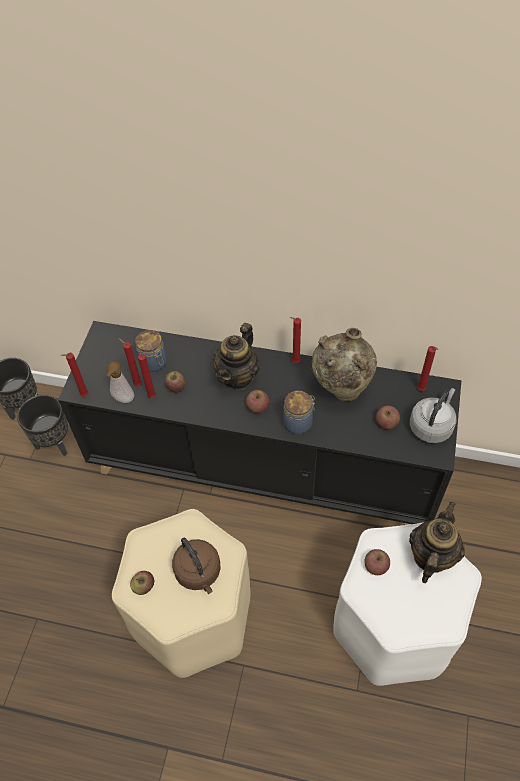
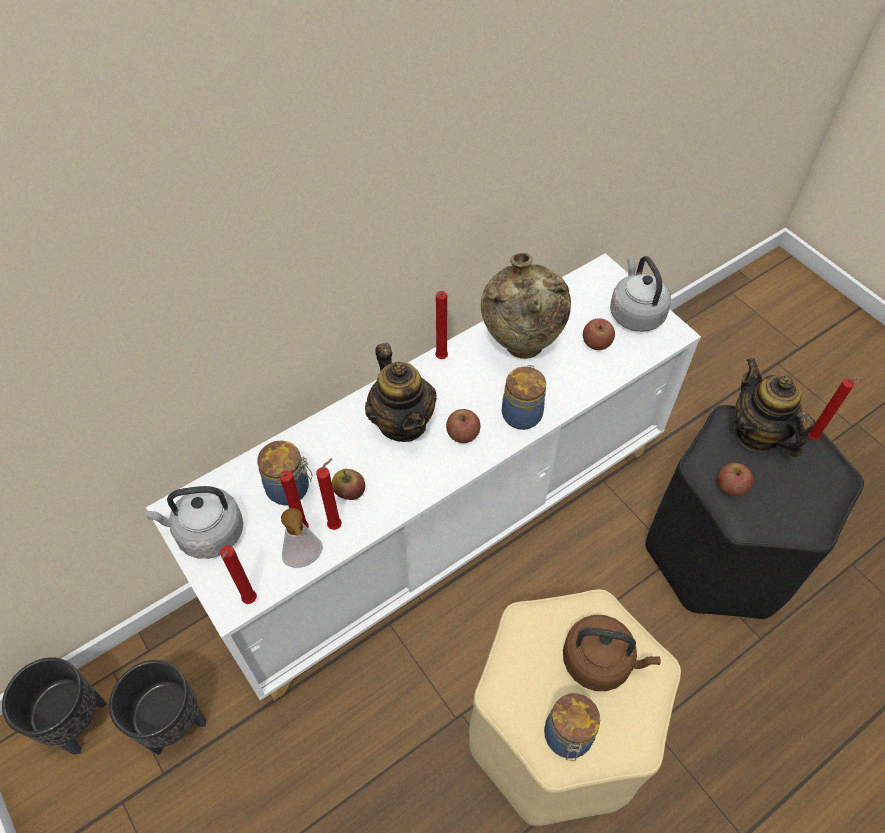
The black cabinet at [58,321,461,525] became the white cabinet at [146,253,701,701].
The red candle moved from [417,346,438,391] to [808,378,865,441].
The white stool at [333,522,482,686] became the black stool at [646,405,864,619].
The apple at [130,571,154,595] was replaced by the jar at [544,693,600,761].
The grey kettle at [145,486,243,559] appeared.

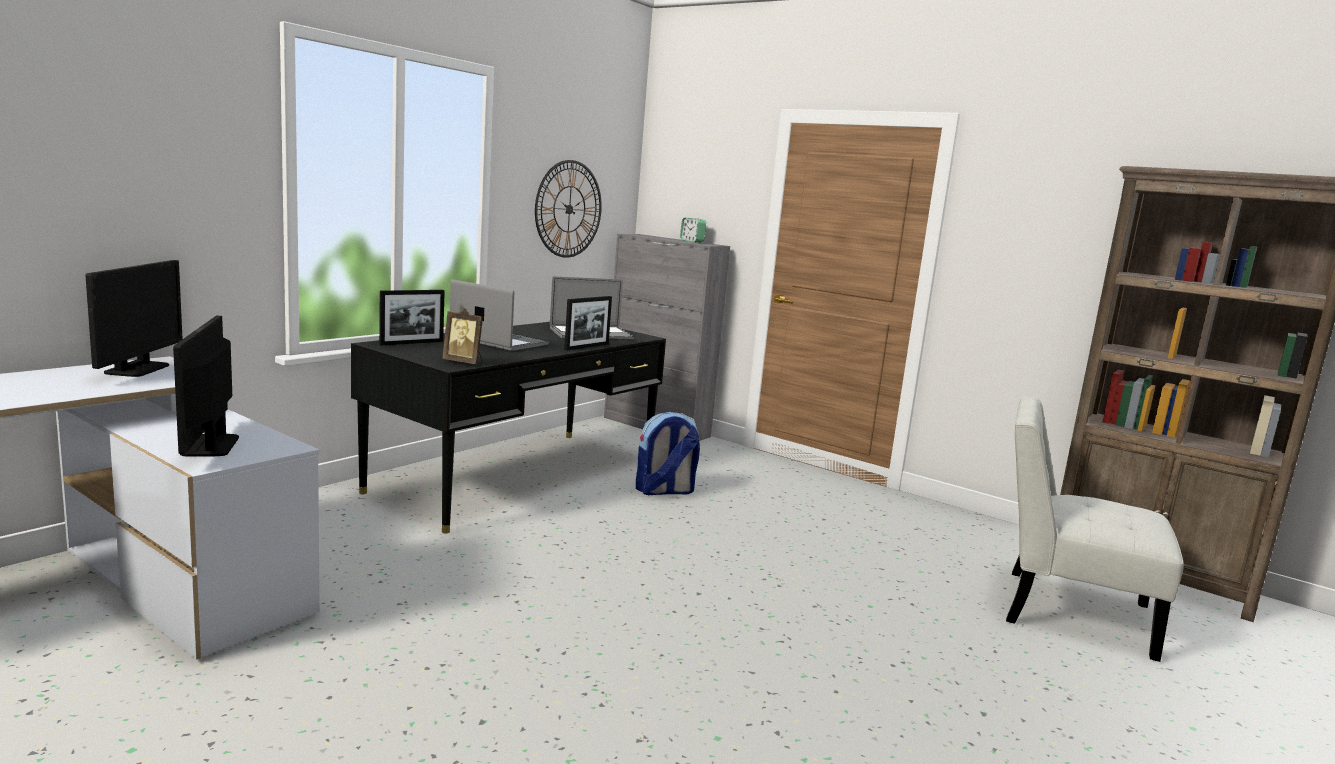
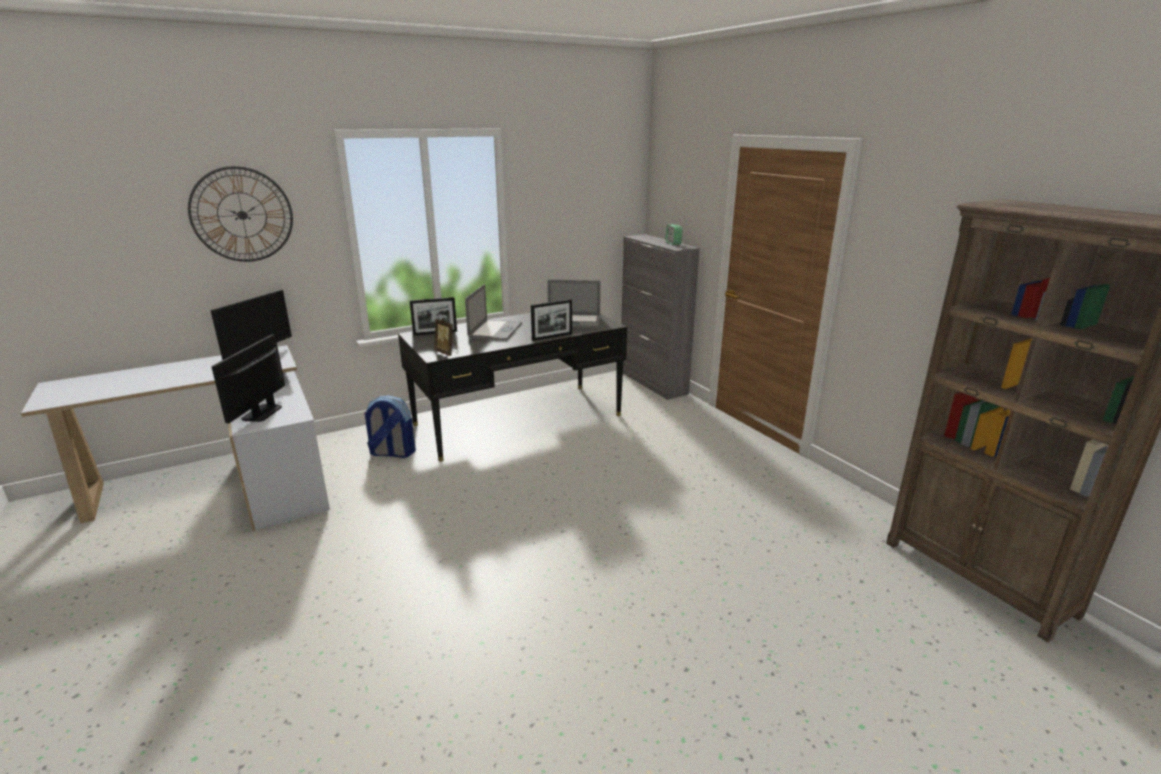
The wall clock moved from [535,160,602,258] to [188,166,293,262].
The laptop at [450,279,549,351] turned 45 degrees clockwise.
The white chair at [1006,396,1184,662] disappeared.
The backpack moved from [636,412,700,495] to [364,395,416,458].

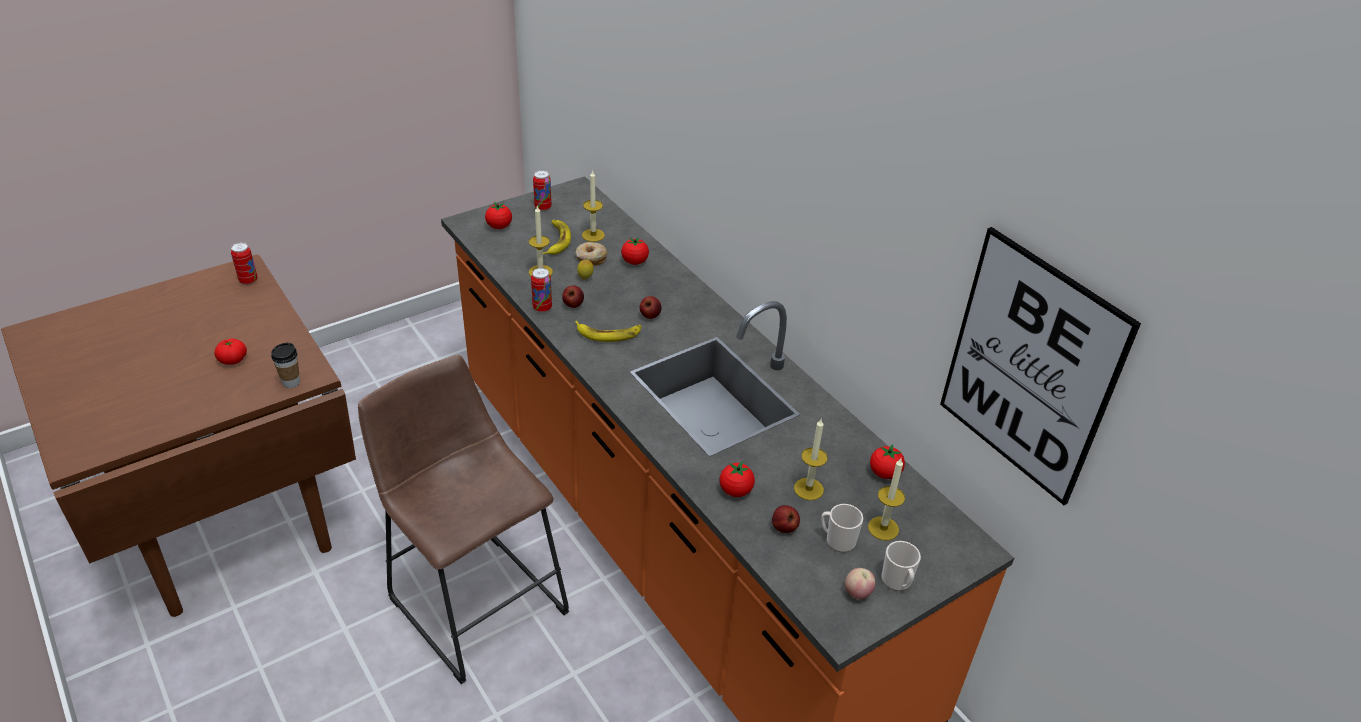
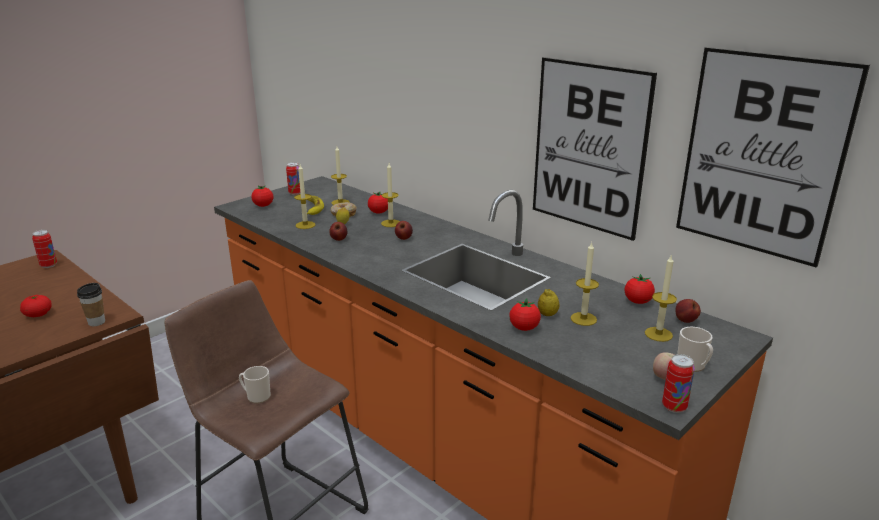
The can moved from [531,268,552,313] to [662,354,695,413].
The banana at [575,321,642,342] disappeared.
The mug moved from [821,504,863,553] to [239,366,271,404].
The apple moved from [772,505,800,533] to [676,299,701,323].
The picture at [533,57,657,241] appeared.
The candle at [381,163,400,227] appeared.
The lemon at [538,289,559,316] appeared.

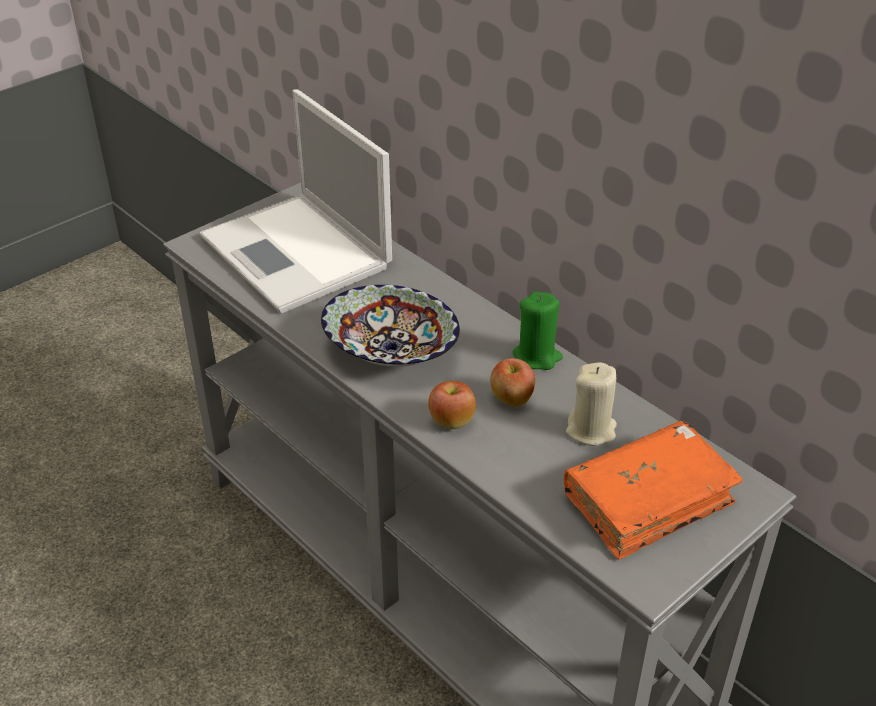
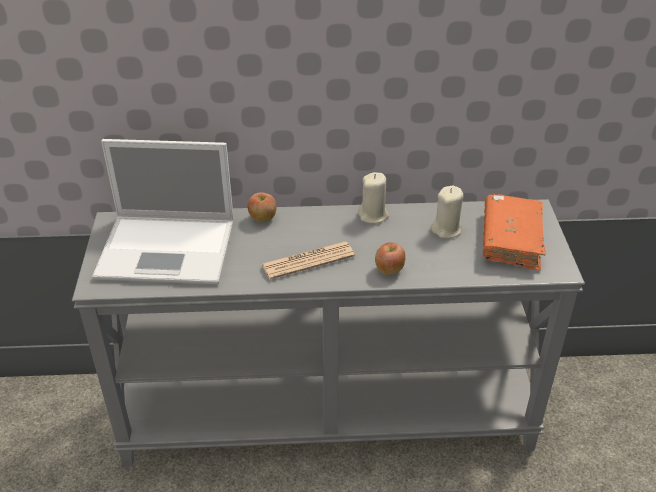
The bowl at [321,285,460,367] was replaced by the newspaper at [261,241,355,279].
The green candle at [513,292,563,370] became the beige candle at [358,172,389,224].
The apple moved from [490,358,535,407] to [248,192,277,222].

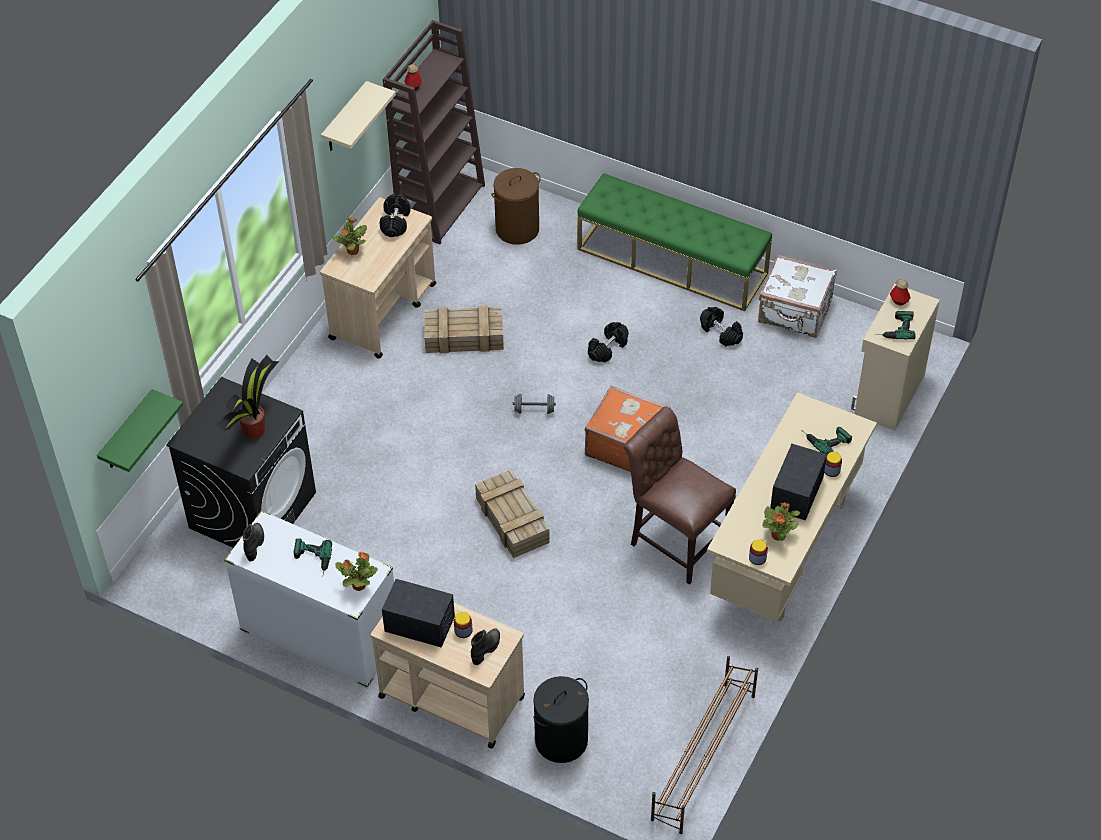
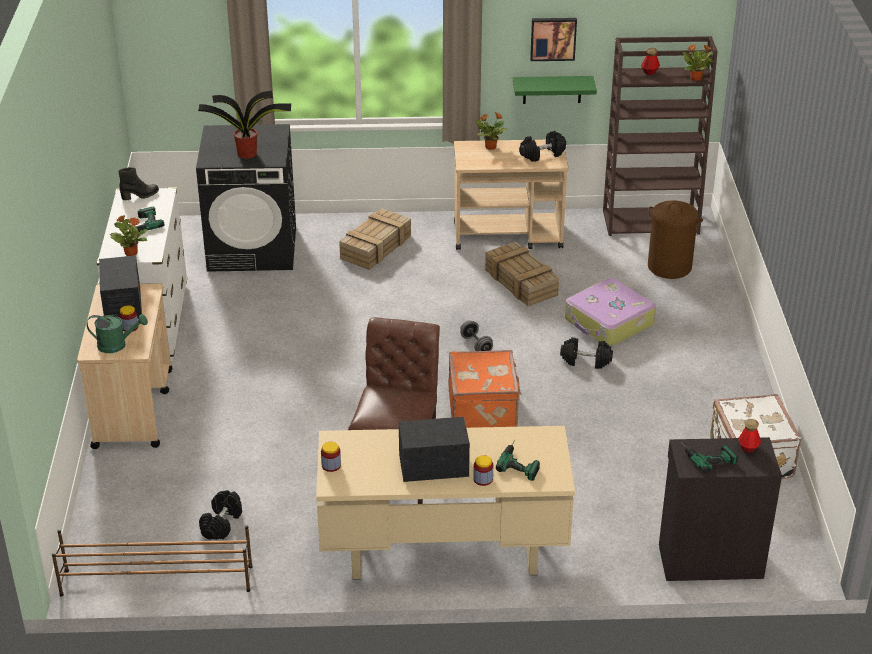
The beige shelf at [321,81,396,151] was replaced by the picture at [530,18,577,61].
The green bench at [577,173,772,311] disappeared.
The beige cabinet at [851,284,940,431] became the black cabinet at [659,437,782,581].
The black dumbbell moved from [700,307,743,346] to [199,490,242,540].
The green shelf moved from [97,389,183,472] to [513,76,597,104].
The crate moved from [475,470,550,558] to [339,209,411,270].
The potted plant moved from [762,502,800,541] to [682,44,714,81].
The black boot at [471,628,500,665] was replaced by the green watering can at [87,314,148,353].
The black laundry basket at [533,676,589,763] disappeared.
The suitcase at [565,278,656,347] appeared.

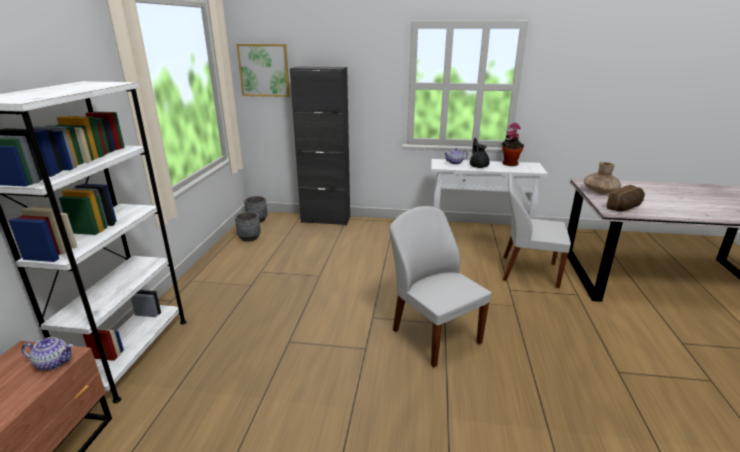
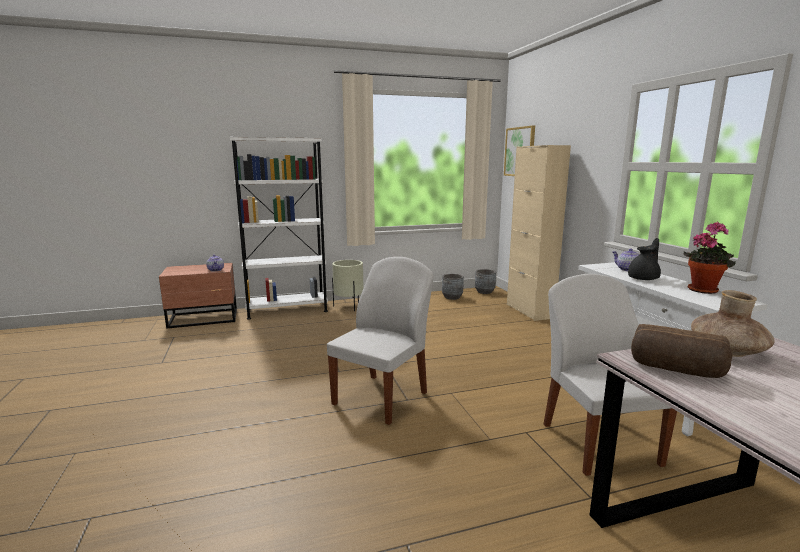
The black cabinet at [290,66,350,225] became the beige cabinet at [507,145,571,321].
The beige planter at [332,260,364,311] appeared.

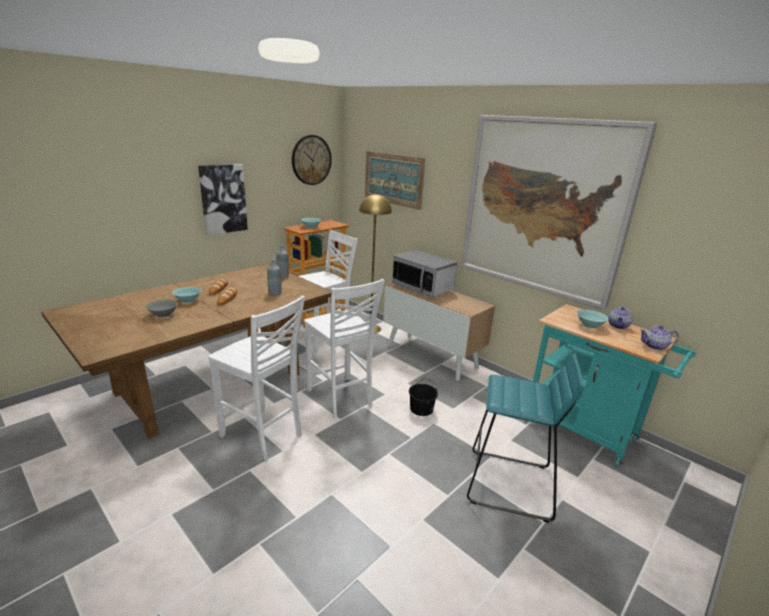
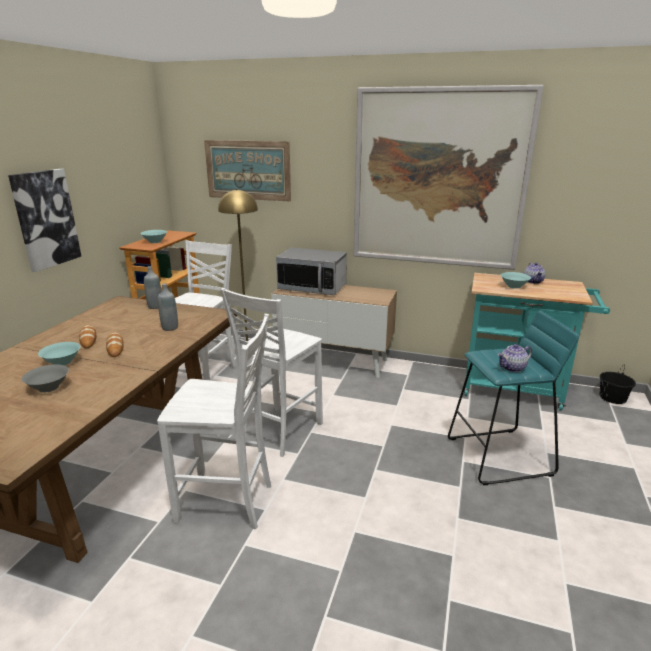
The wall clock at [292,135,332,185] disappeared.
The white chair at [304,279,385,419] turned 90 degrees clockwise.
The teapot moved from [640,325,679,350] to [498,344,532,372].
The black bucket moved from [409,379,438,416] to [599,364,636,404].

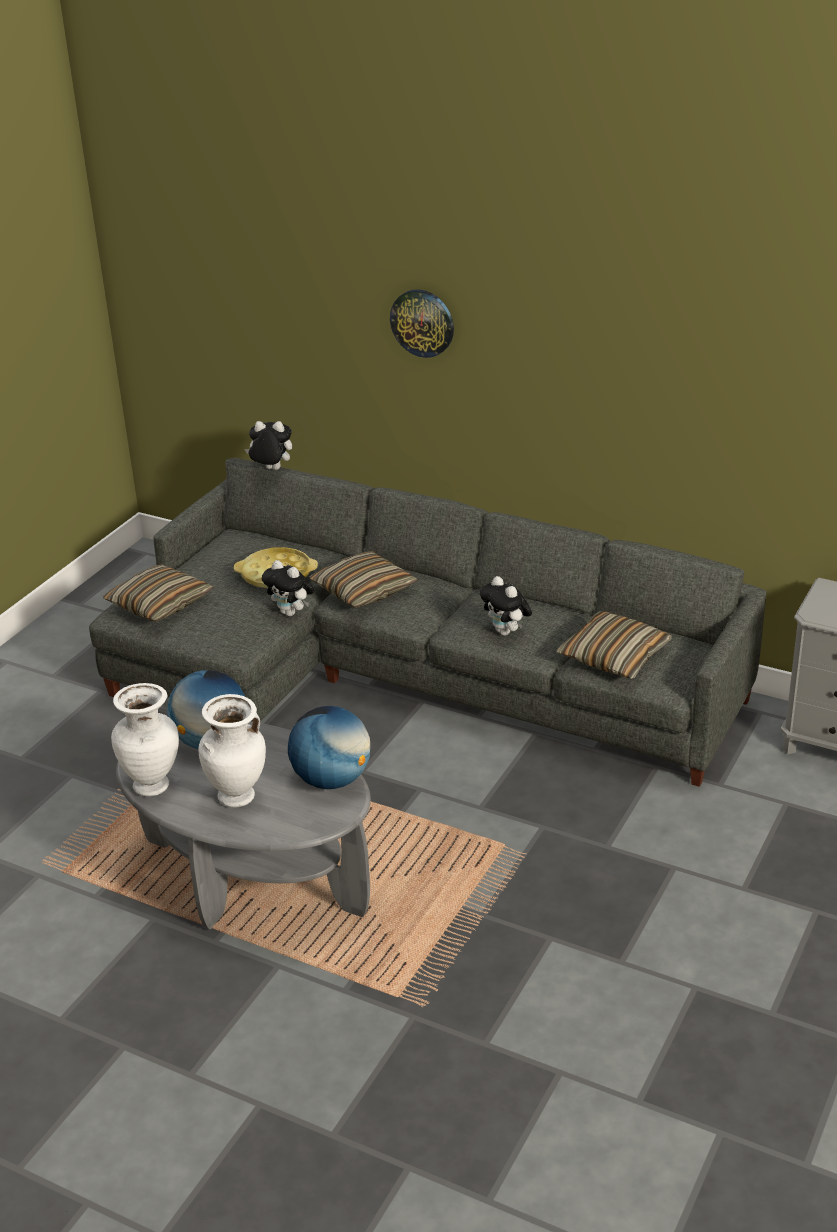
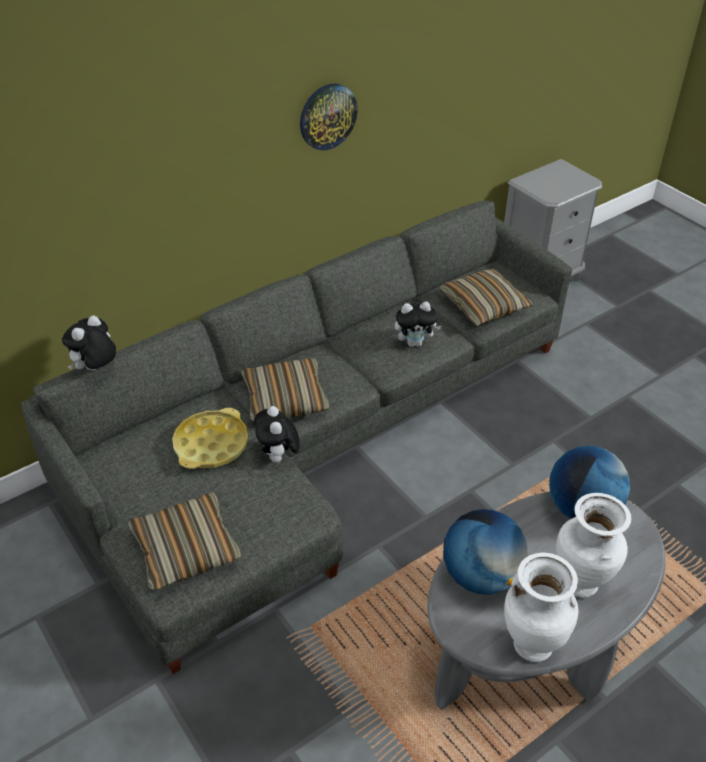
The wall clock moved from [390,289,454,358] to [300,84,358,150].
The plush toy at [262,560,314,616] turned 105 degrees clockwise.

